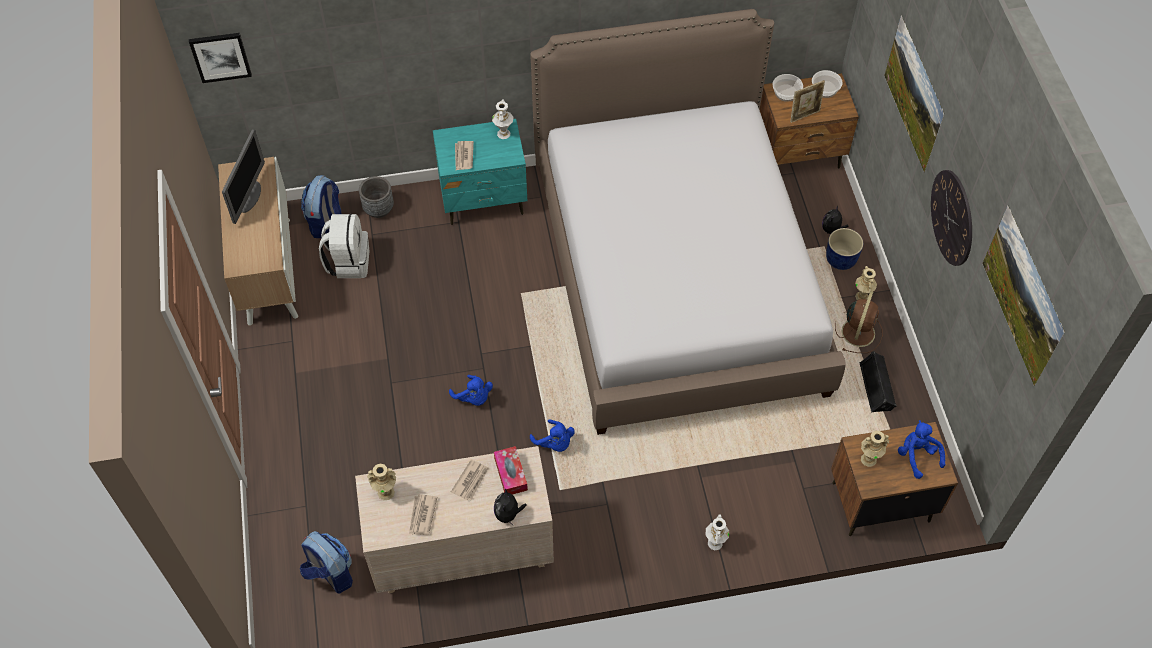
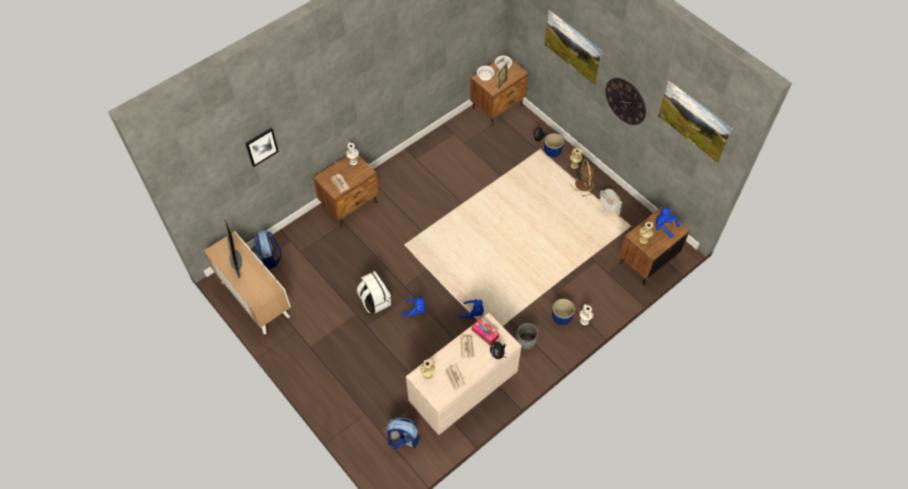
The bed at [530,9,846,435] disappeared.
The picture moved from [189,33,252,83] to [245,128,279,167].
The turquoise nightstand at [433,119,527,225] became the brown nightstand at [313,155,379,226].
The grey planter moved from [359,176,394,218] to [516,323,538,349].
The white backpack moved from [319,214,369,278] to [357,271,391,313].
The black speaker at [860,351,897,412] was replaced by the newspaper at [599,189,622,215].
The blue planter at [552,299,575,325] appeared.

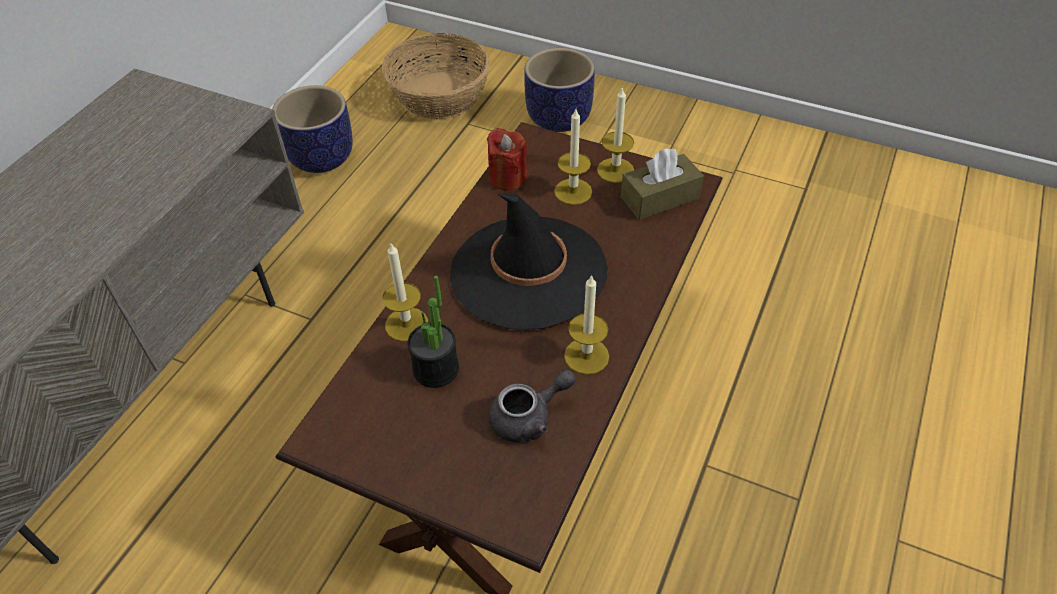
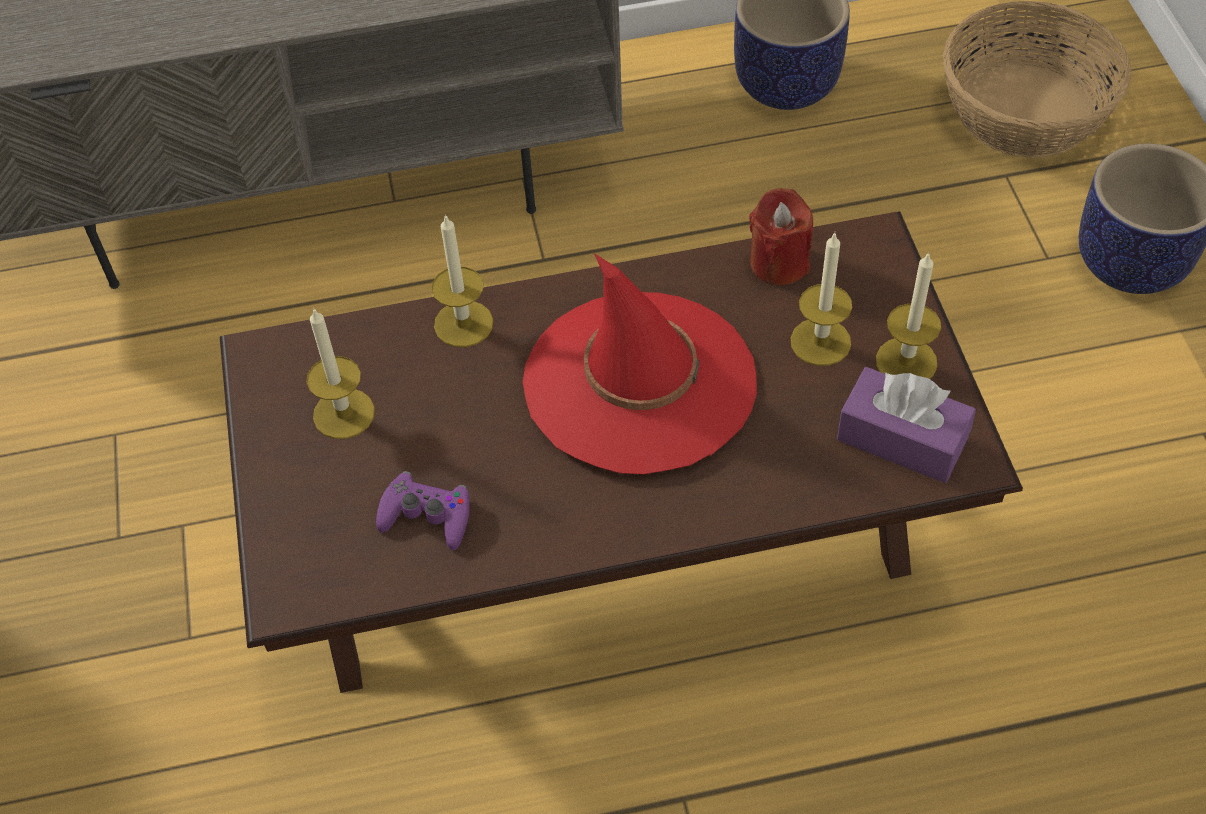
The brown tissue box at [621,148,704,220] became the purple tissue box at [837,367,976,483].
The black hat at [450,194,608,329] became the red hat at [523,253,757,475].
The candle moved from [564,274,609,375] to [307,308,375,439].
The potted plant at [407,276,459,388] disappeared.
The grey teapot at [489,369,575,442] was replaced by the purple game controller at [376,471,469,550].

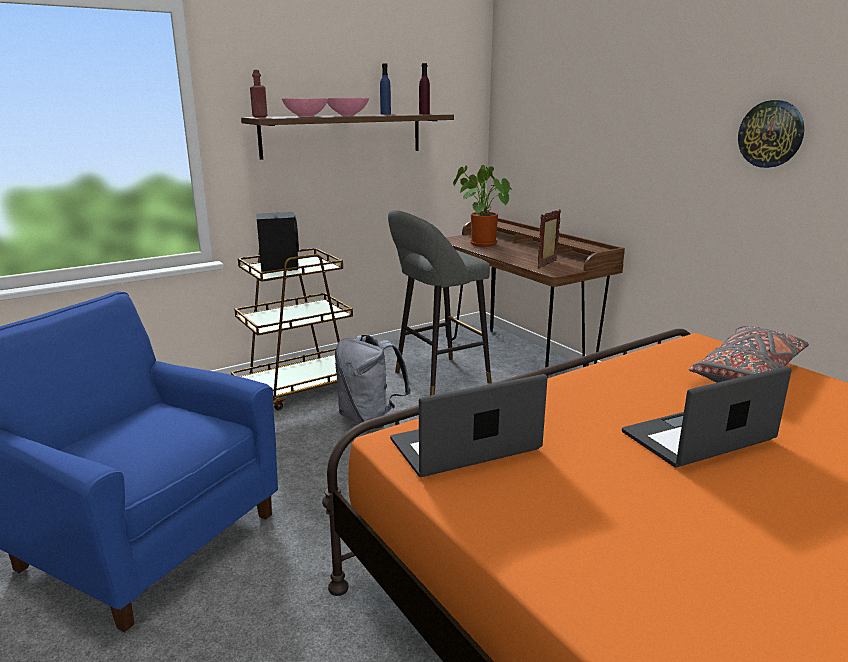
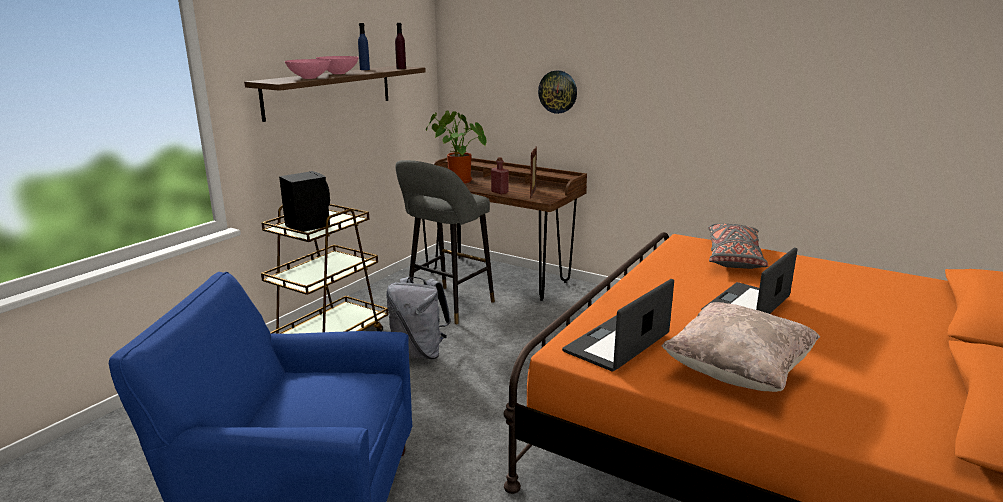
The red bottle moved from [250,70,268,117] to [491,157,509,194].
The wall clock moved from [738,100,804,168] to [538,70,577,114].
The beige pillow at [661,302,820,392] appeared.

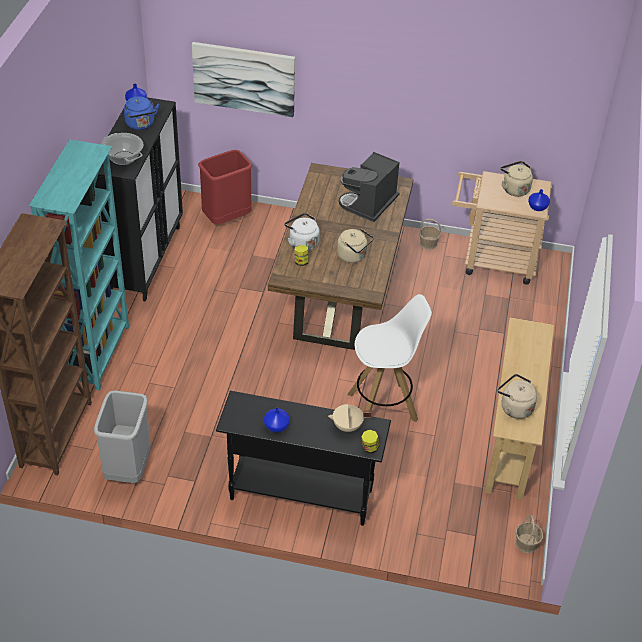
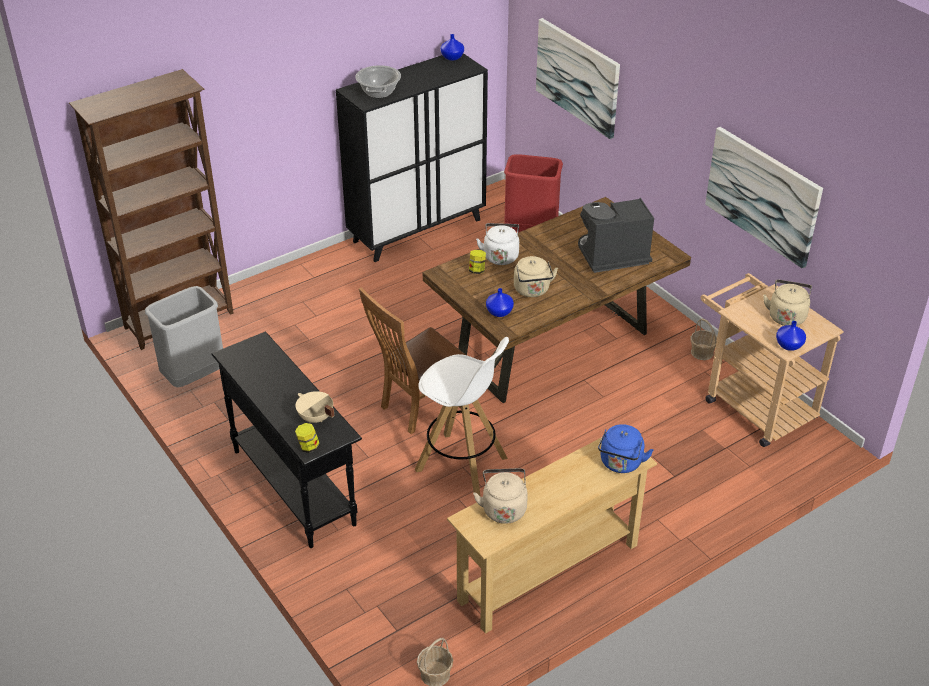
The blue kettle moved from [124,97,159,130] to [598,424,654,473].
The turquoise bookcase at [29,139,129,391] disappeared.
The blue vase moved from [264,408,290,433] to [486,288,514,317].
The picture at [705,127,823,269] appeared.
The brown chair at [359,287,466,434] appeared.

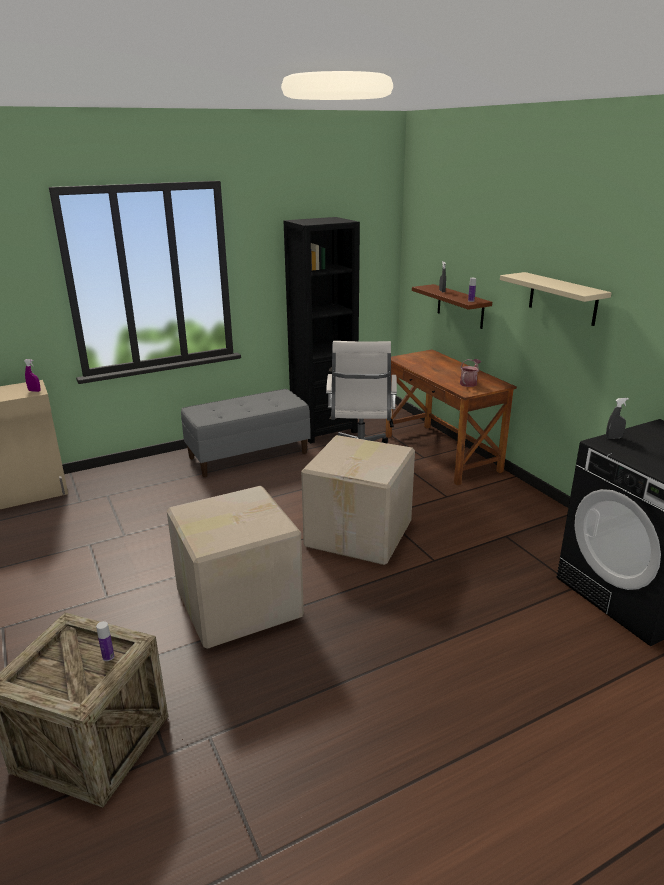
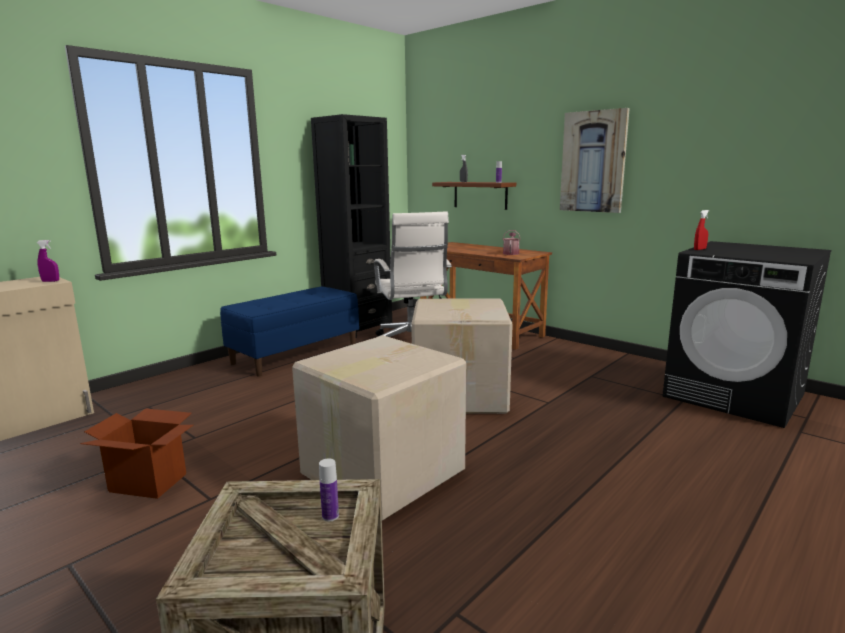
The beige shelf at [500,272,612,326] was replaced by the picture at [560,108,630,213].
The grey bench at [181,389,310,477] became the blue bench at [220,286,359,377].
The grey spray bottle at [606,398,629,439] became the red spray bottle at [694,210,710,250].
The cardboard box at [80,408,193,499] appeared.

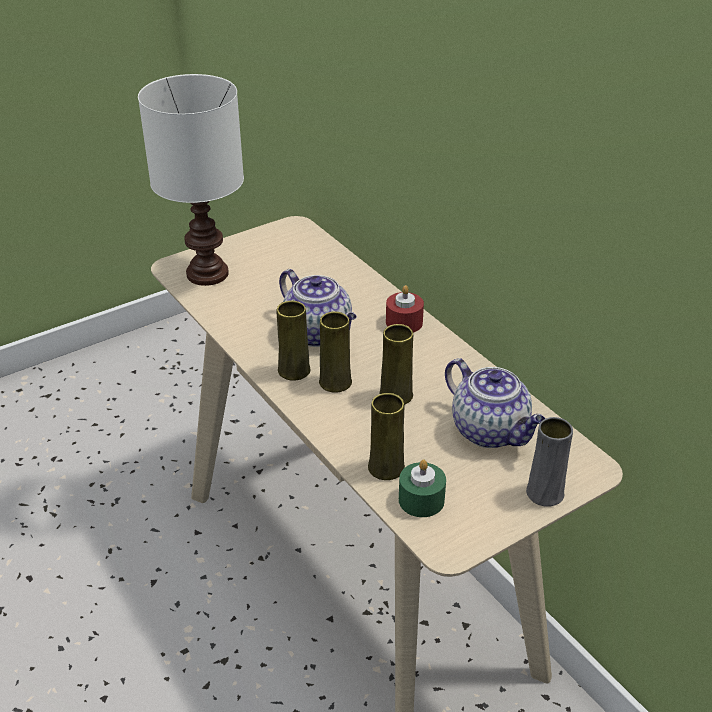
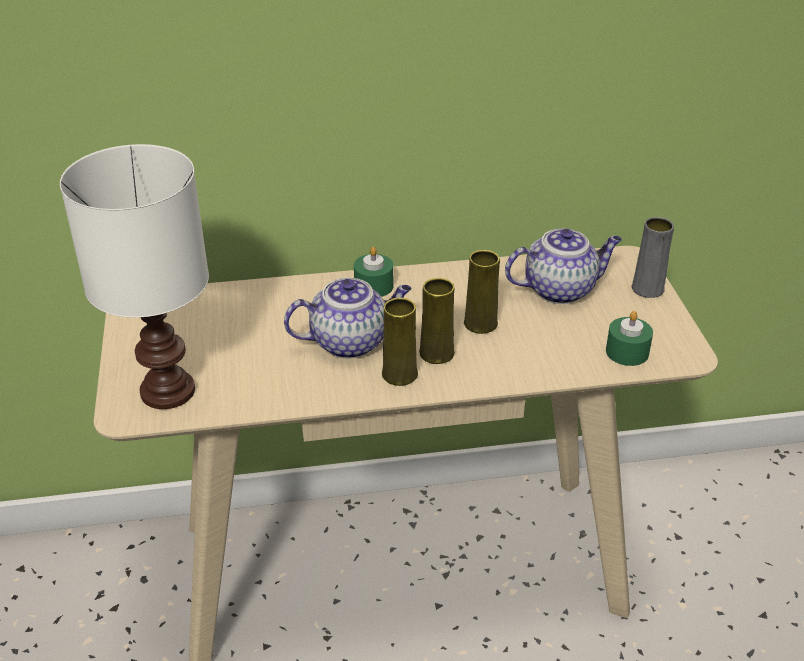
The red candle at [386,285,424,333] became the green candle at [354,247,393,297].
The yellow vase at [368,393,405,480] disappeared.

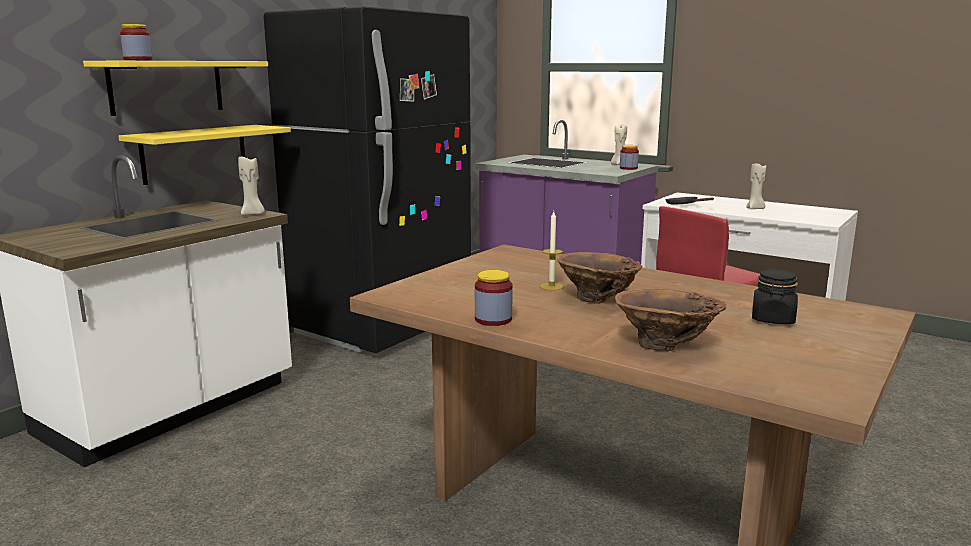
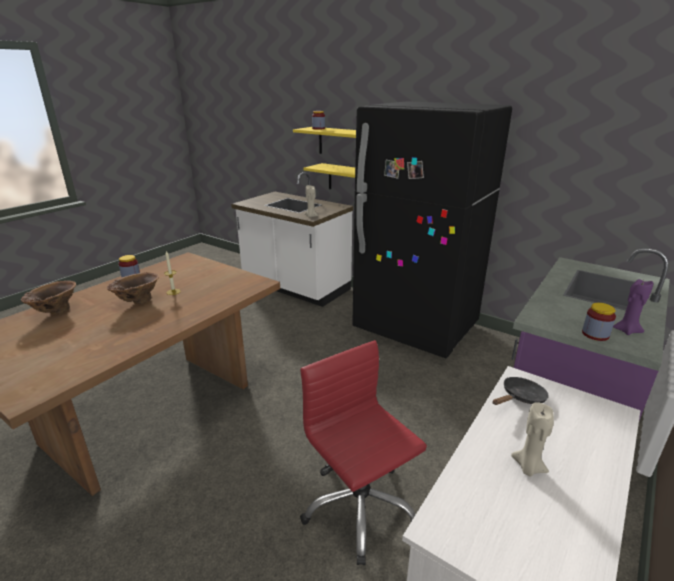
The beige candle at [611,124,627,165] became the purple candle at [613,279,653,335].
The black jar at [752,269,798,324] disappeared.

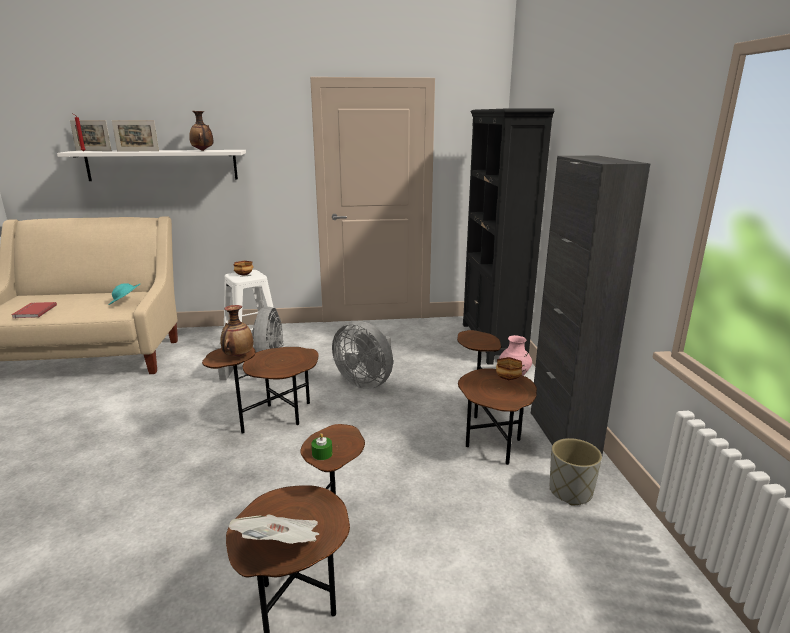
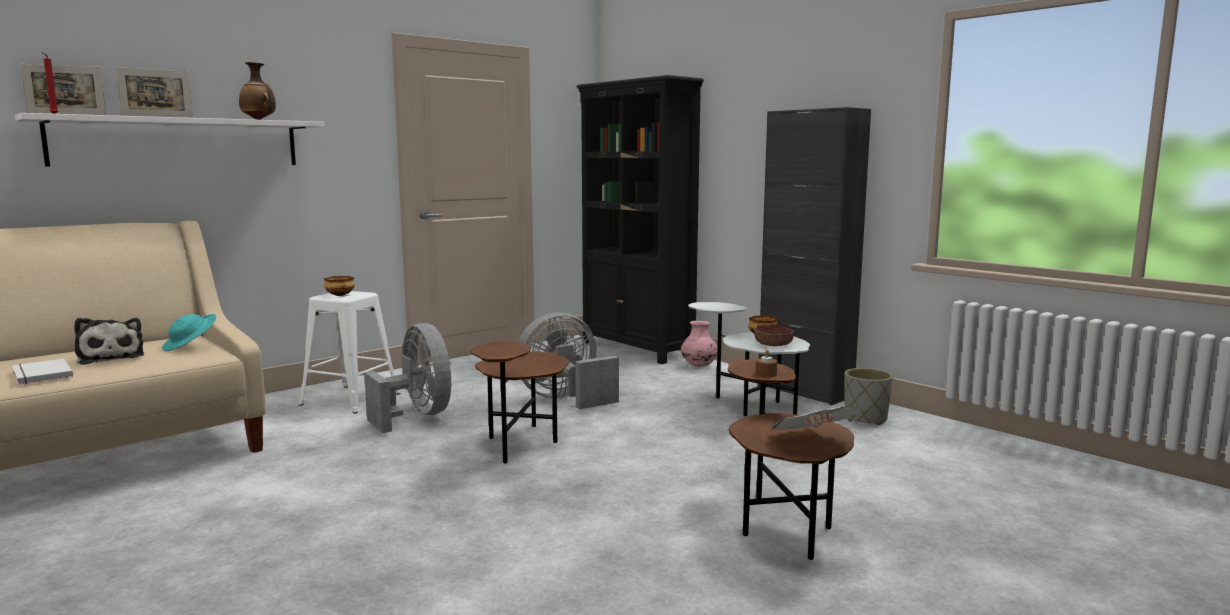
The red book at [11,302,57,318] became the white book at [12,359,73,385].
The vase at [220,305,253,357] disappeared.
The grey fan at [332,321,393,389] turned 150 degrees clockwise.
The brown side table at [457,330,537,465] became the white side table at [688,302,810,416].
The green candle at [311,433,332,460] became the brown candle at [755,350,777,377].
The plush toy at [74,318,144,365] appeared.
The bowl at [754,324,794,346] appeared.

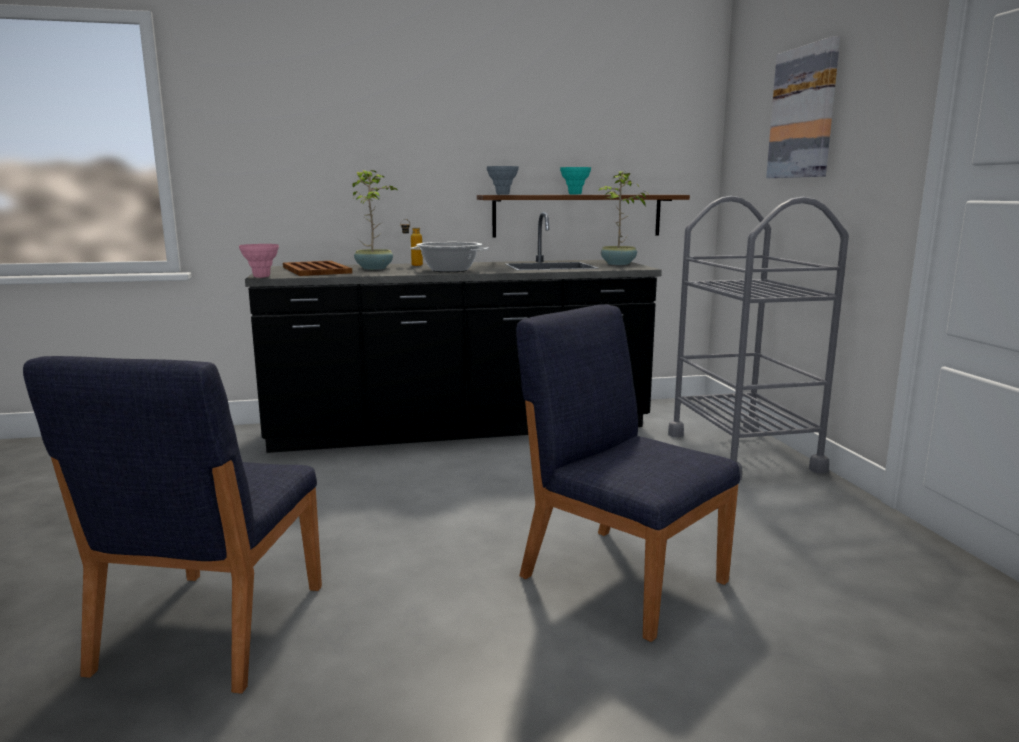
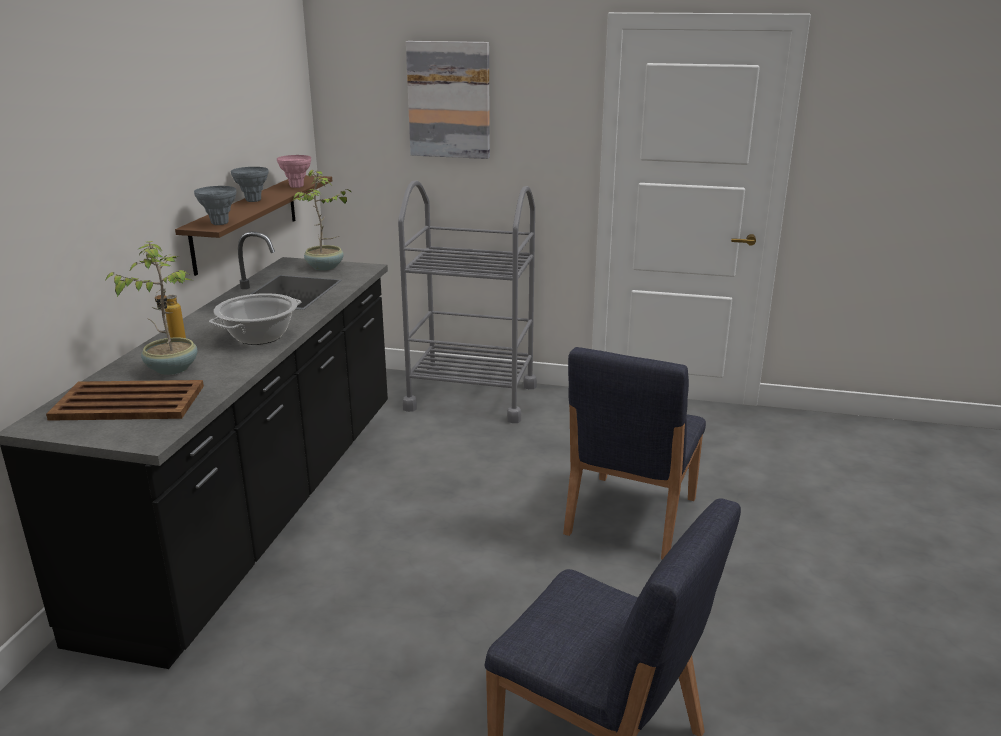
The turquoise vase at [560,167,591,195] became the grey vase at [231,167,269,202].
The pink vase moved from [239,244,279,278] to [277,155,311,188].
The blue chair at [516,305,740,642] turned 45 degrees counterclockwise.

